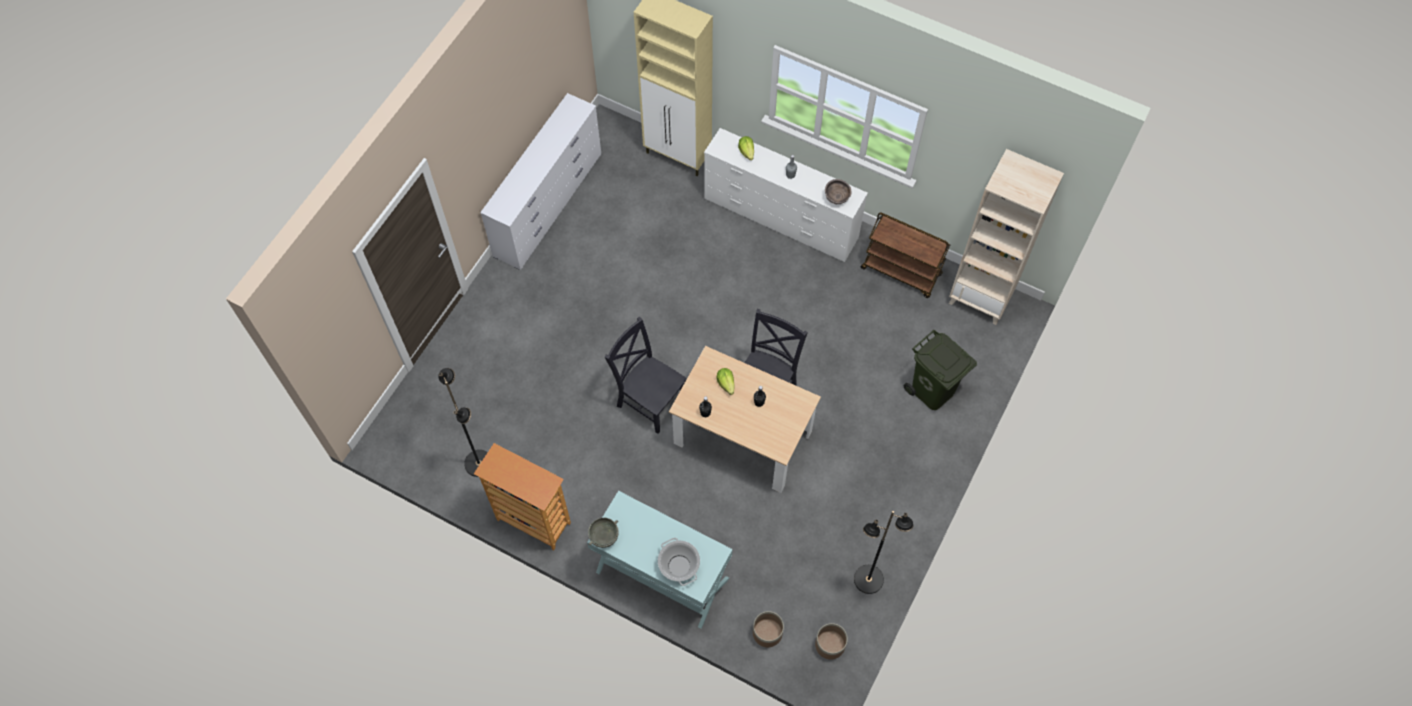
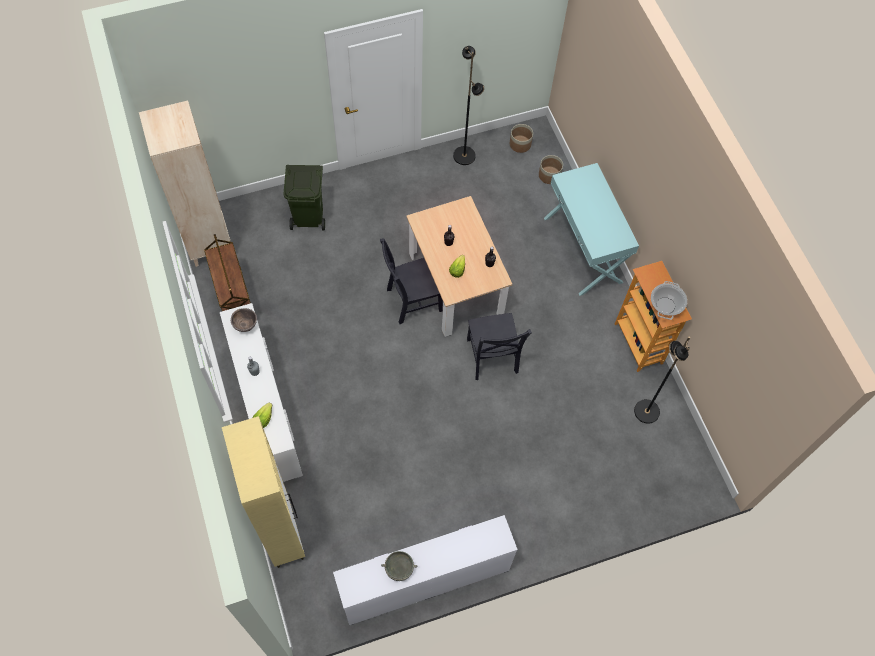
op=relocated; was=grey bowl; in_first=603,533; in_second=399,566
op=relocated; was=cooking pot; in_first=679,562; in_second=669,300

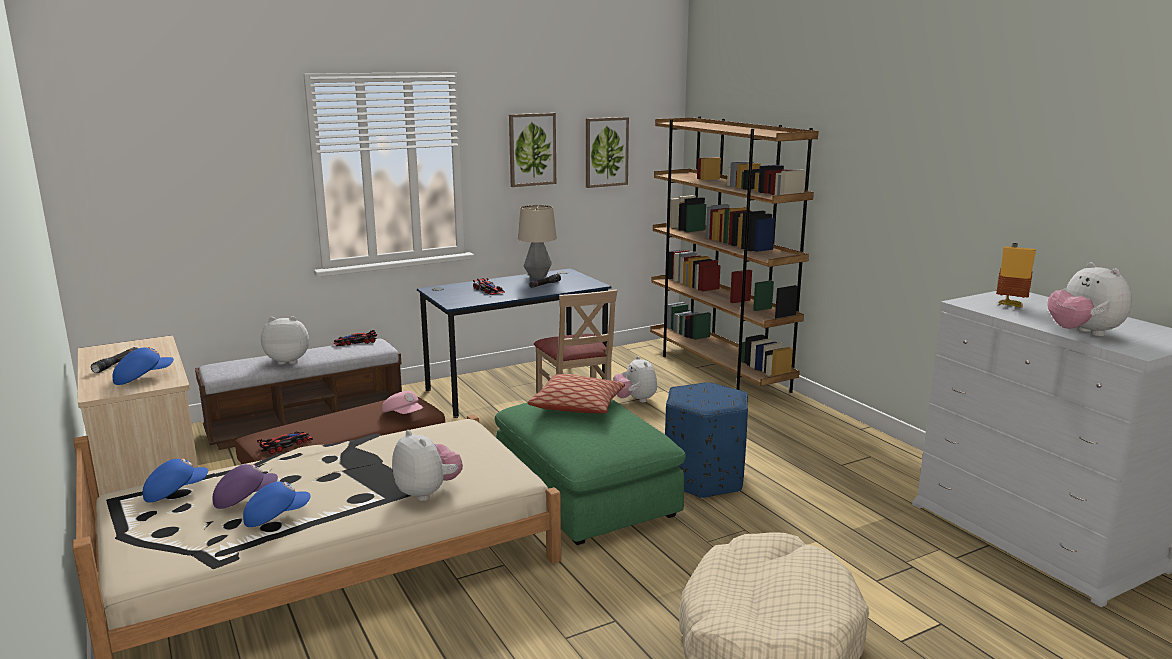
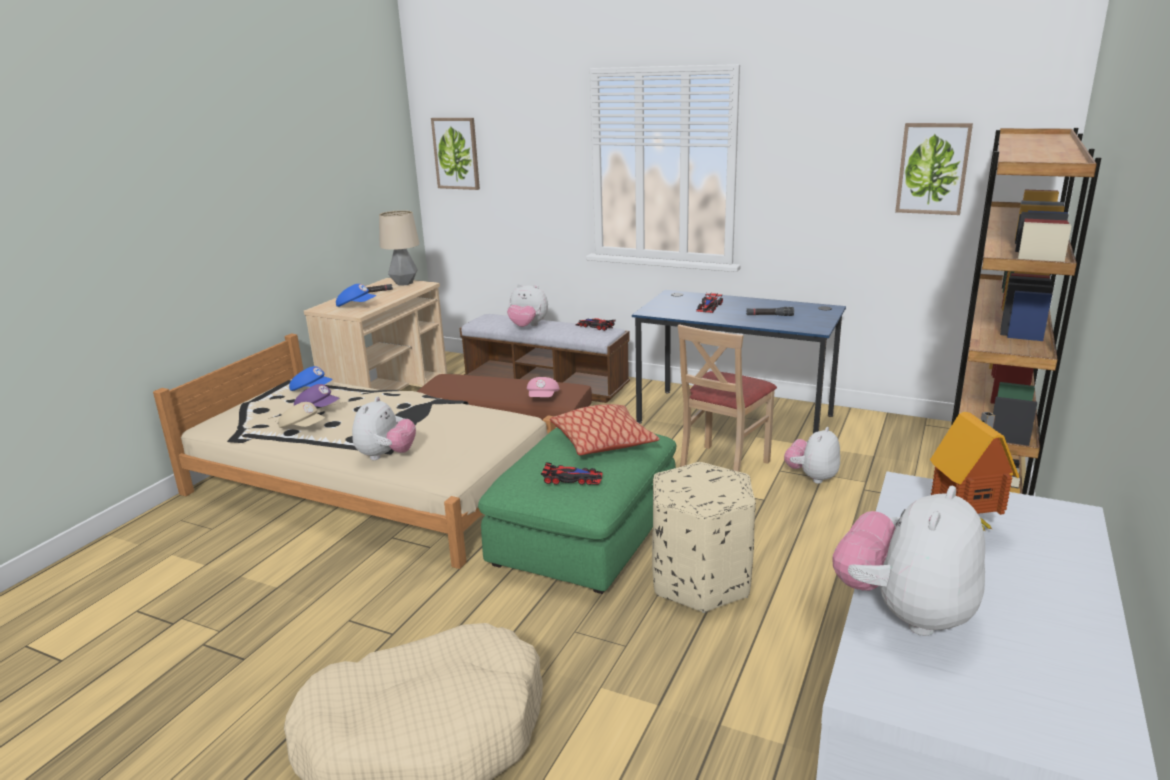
op=relocated; was=toy car; in_first=285,442; in_second=572,473
op=relocated; was=picture; in_first=532,150; in_second=455,154
op=relocated; was=table lamp; in_first=537,241; in_second=399,248
op=colour; was=blue cap; now=beige cap; in_first=277,504; in_second=301,415
op=colour; was=blue ottoman; now=beige ottoman; in_first=706,440; in_second=704,537
op=spun; was=plush toy; in_first=285,340; in_second=527,305; clockwise=150

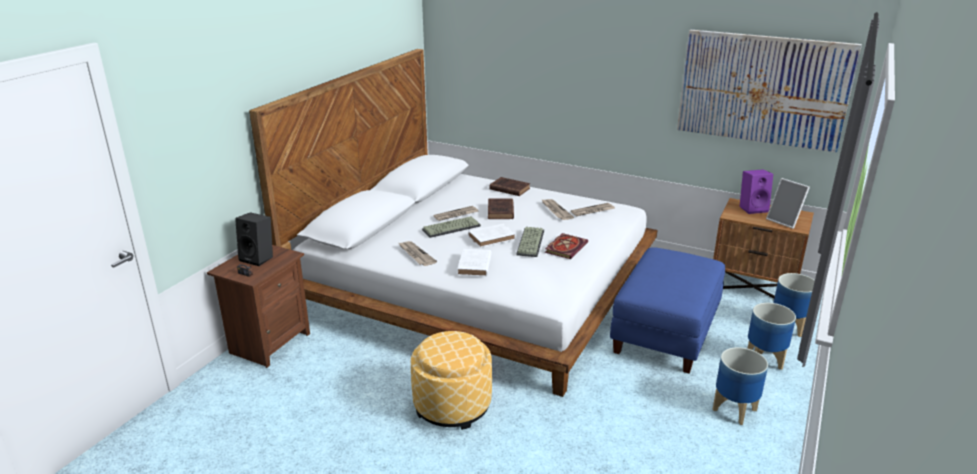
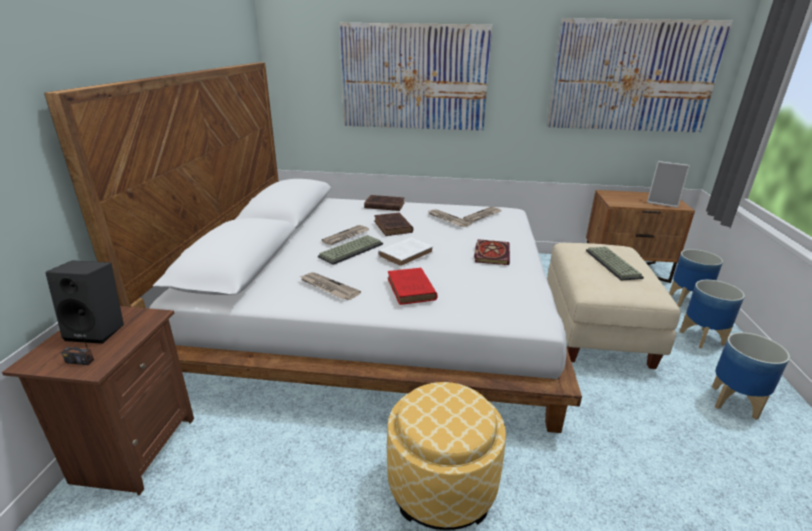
op=missing; was=purple speaker; in_first=756,191
op=appeared; now=picture; in_second=416,77
op=relocated; was=keyboard; in_first=530,242; in_second=615,264
op=colour; was=white book; now=red book; in_first=474,262; in_second=412,286
op=colour; was=blue ottoman; now=beige ottoman; in_first=667,310; in_second=614,306

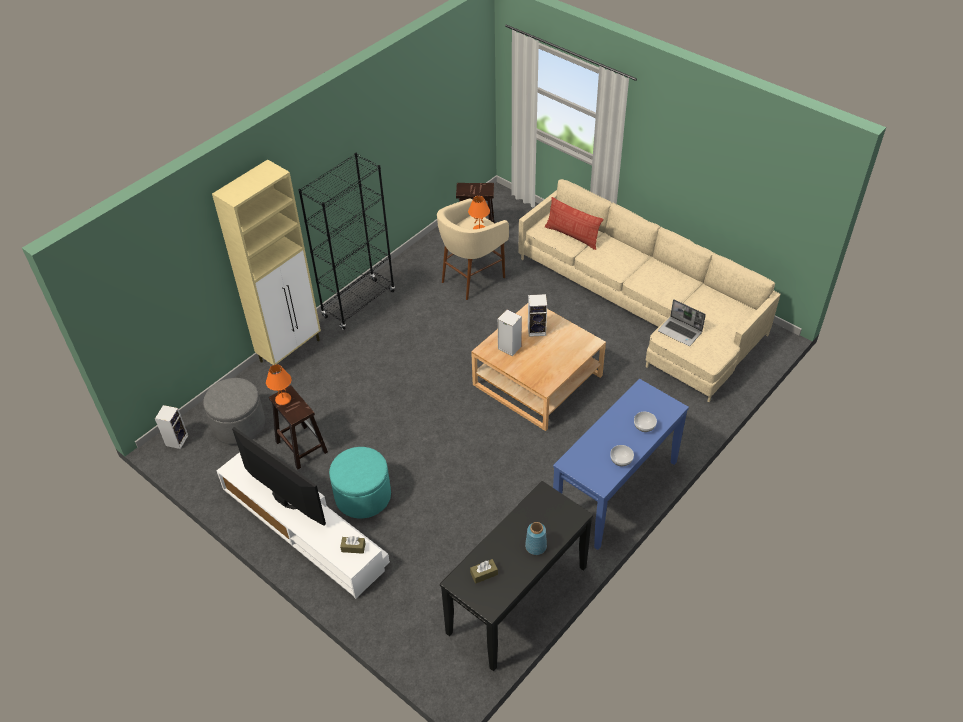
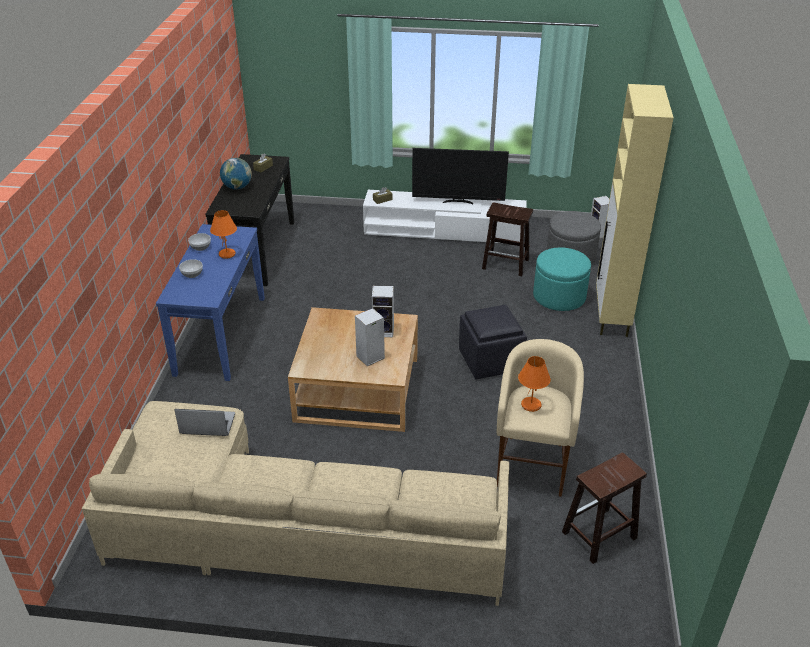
op=missing; was=black bookcase; in_first=346,241
op=missing; was=pillow; in_first=574,223
op=appeared; now=black ottoman; in_second=493,342
op=relocated; was=orange table lamp; in_first=279,384; in_second=223,234
op=relocated; was=turquoise ottoman; in_first=360,483; in_second=562,279
op=exchanged; was=blue vase; now=globe; in_first=536,538; in_second=236,173

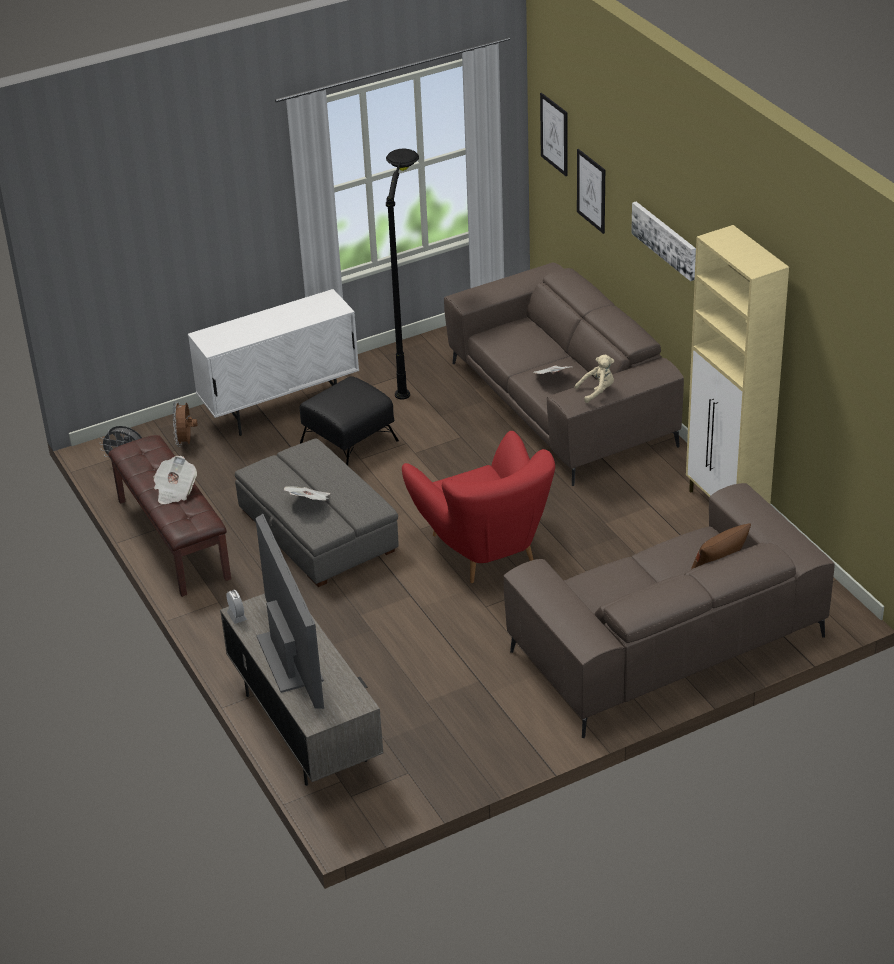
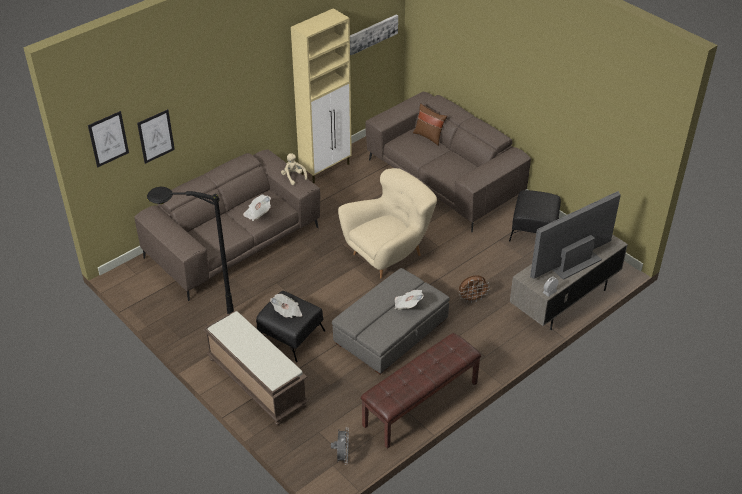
op=appeared; now=black ottoman; in_second=535,216
op=relocated; was=newspaper; in_first=175,480; in_second=286,306
op=relocated; was=brown fan; in_first=184,423; in_second=474,289
op=relocated; was=picture; in_first=663,241; in_second=374,34
op=exchanged; was=white cabinet; now=brown bench; in_first=273,362; in_second=256,368
op=colour; was=red armchair; now=beige armchair; in_first=478,507; in_second=387,223

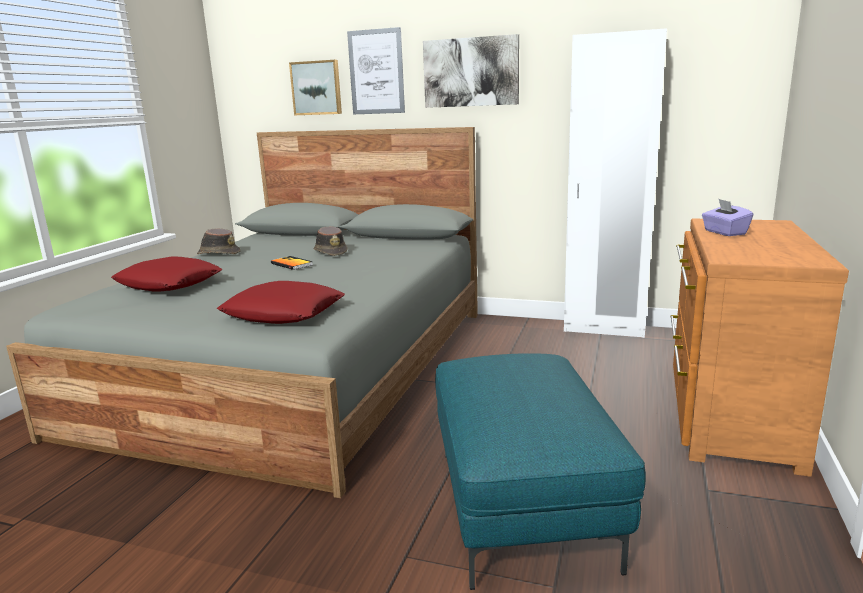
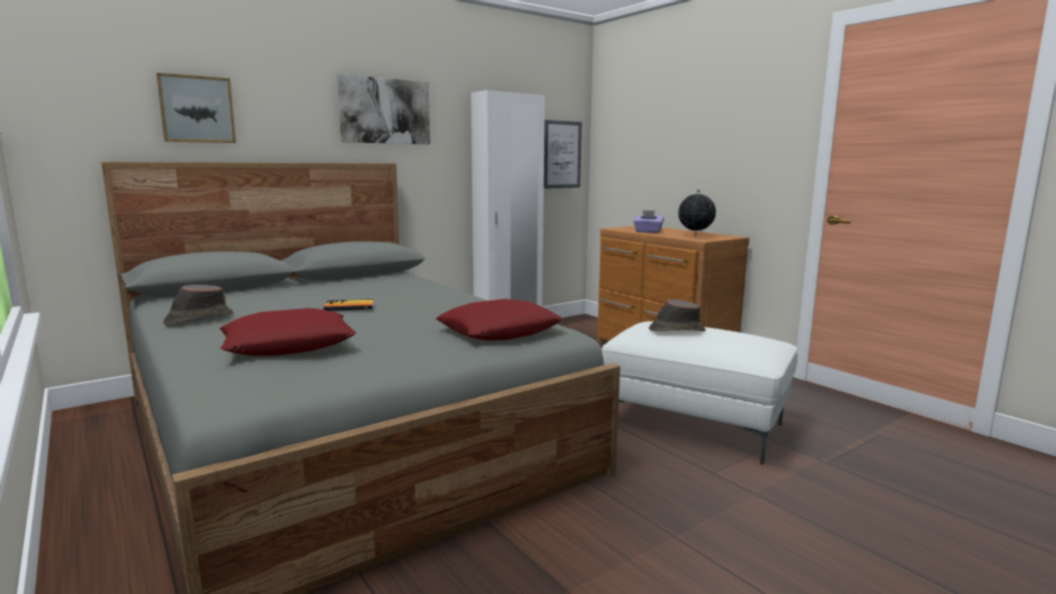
op=appeared; now=globe; in_second=697,212
op=relocated; was=brown hat; in_first=330,241; in_second=677,316
op=relocated; was=picture; in_first=376,70; in_second=563,154
op=colour; was=turquoise ottoman; now=white ottoman; in_first=540,471; in_second=700,393

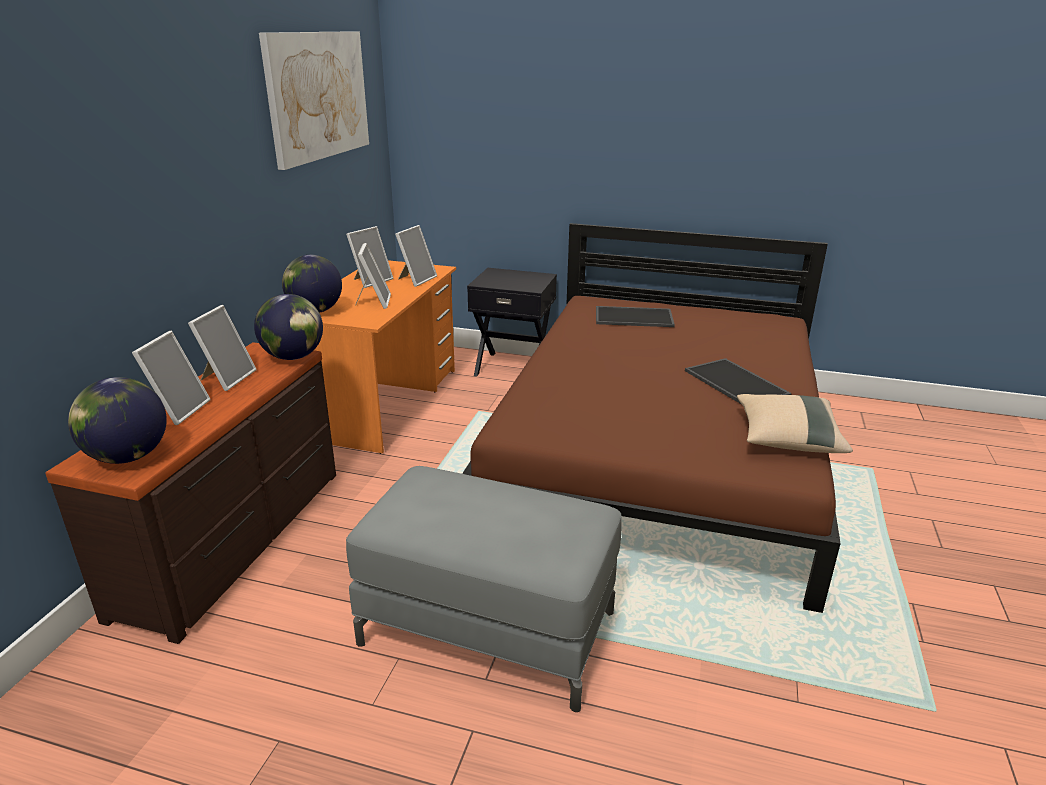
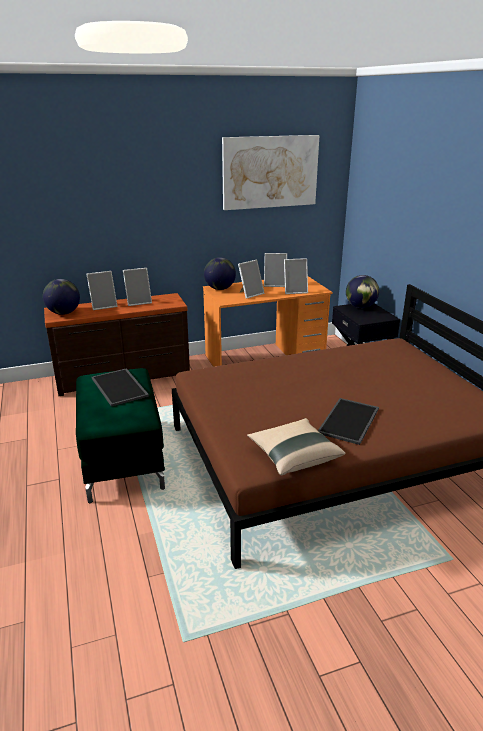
op=relocated; was=globe; in_first=288,327; in_second=362,291
op=relocated; was=tray; in_first=635,316; in_second=120,387
op=colour; was=grey ottoman; now=green ottoman; in_first=484,589; in_second=120,435

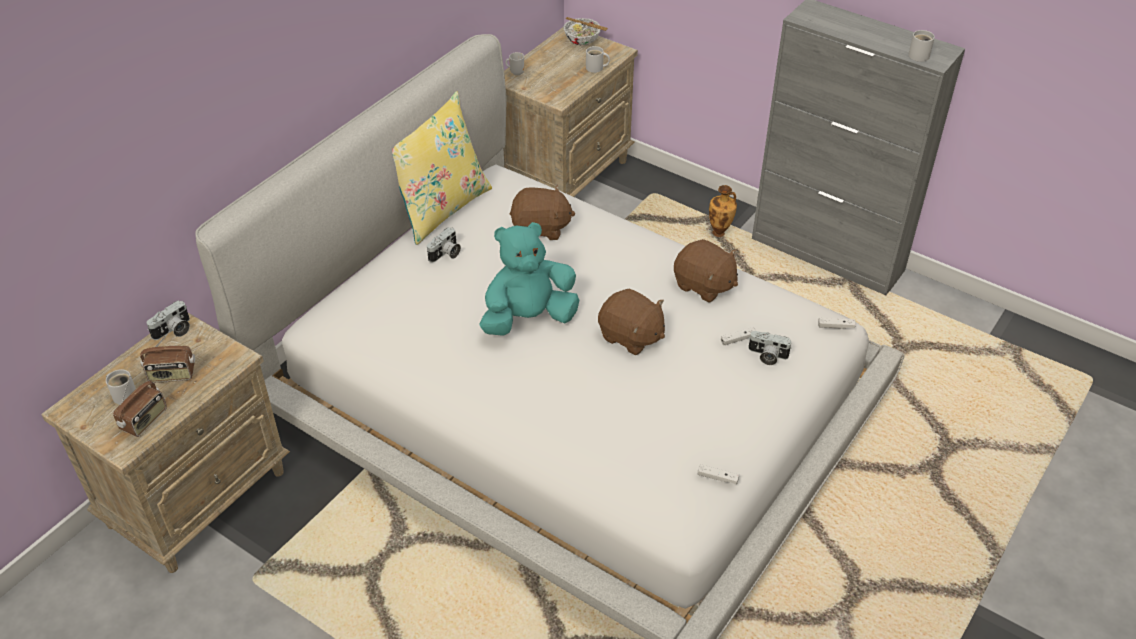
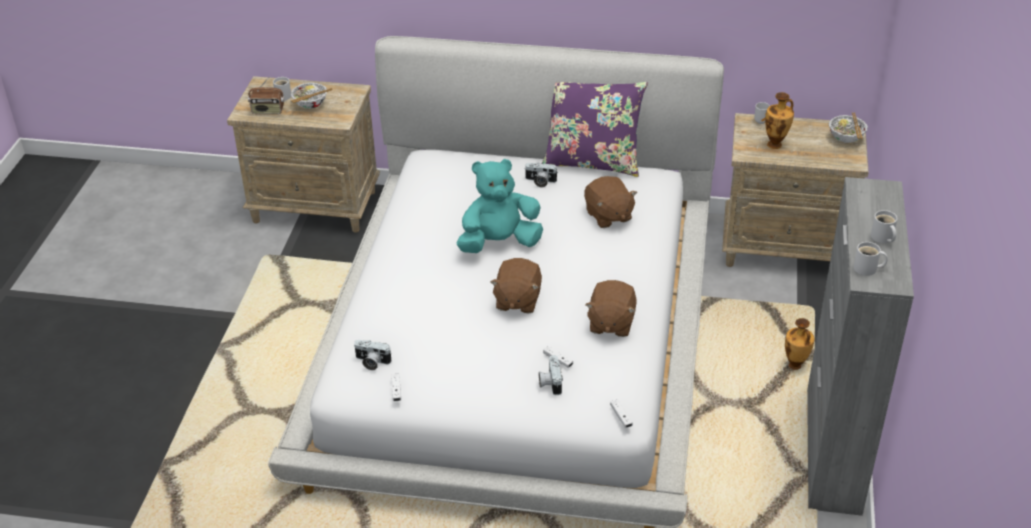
op=appeared; now=vase; in_second=779,120
op=relocated; was=photo camera; in_first=168,320; in_second=373,355
op=relocated; was=white mug; in_first=598,59; in_second=884,226
op=exchanged; was=radio; now=bowl; in_first=167,357; in_second=312,96
op=colour; was=yellow pillow; now=purple pillow; in_first=442,168; in_second=595,129
op=spun; was=turquoise plush toy; in_first=529,279; in_second=499,206; clockwise=-60

